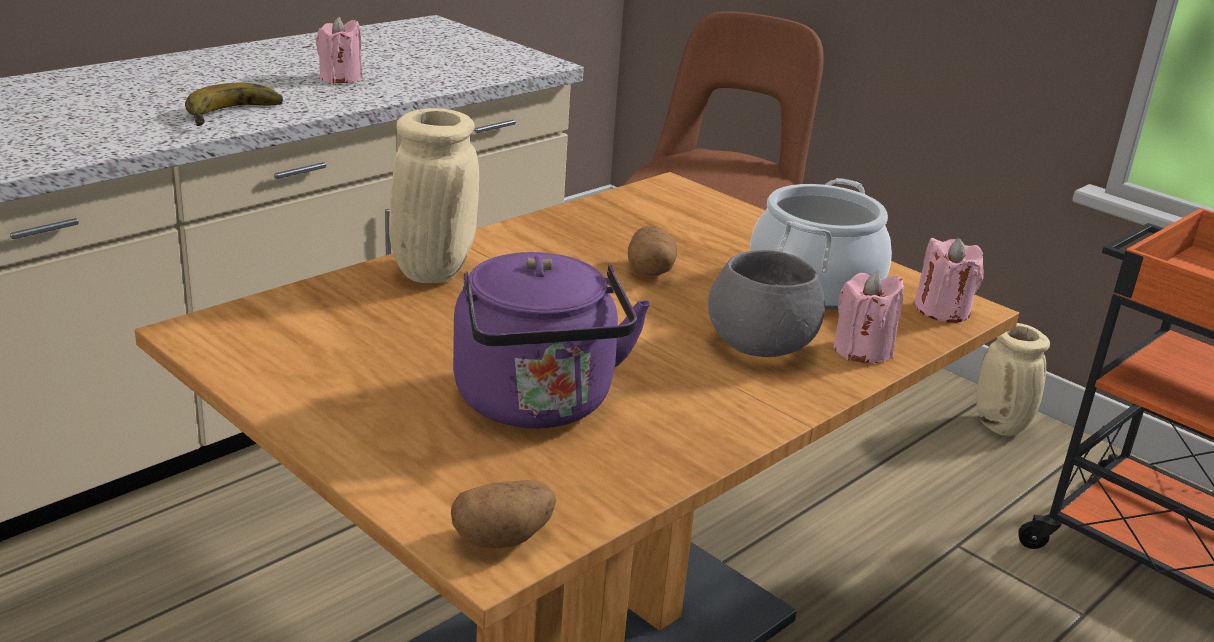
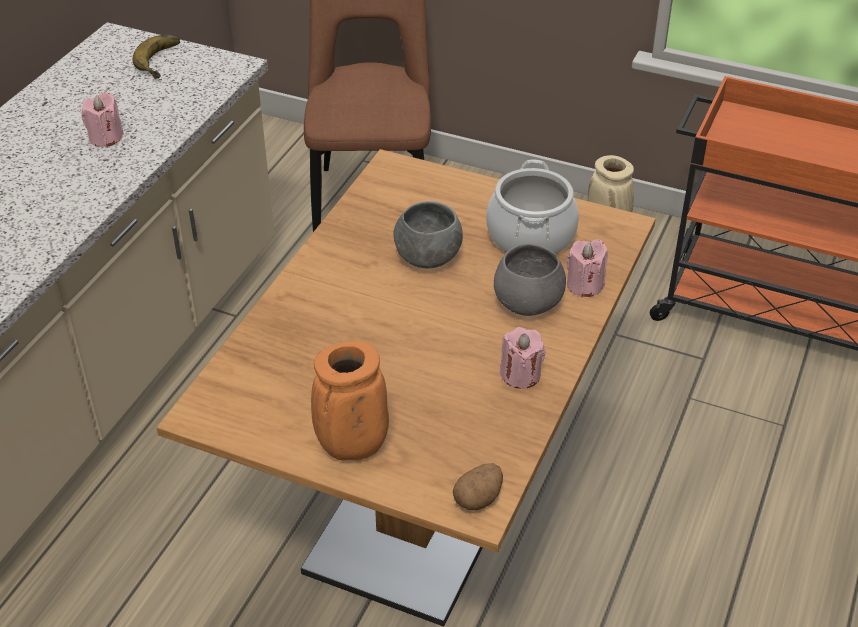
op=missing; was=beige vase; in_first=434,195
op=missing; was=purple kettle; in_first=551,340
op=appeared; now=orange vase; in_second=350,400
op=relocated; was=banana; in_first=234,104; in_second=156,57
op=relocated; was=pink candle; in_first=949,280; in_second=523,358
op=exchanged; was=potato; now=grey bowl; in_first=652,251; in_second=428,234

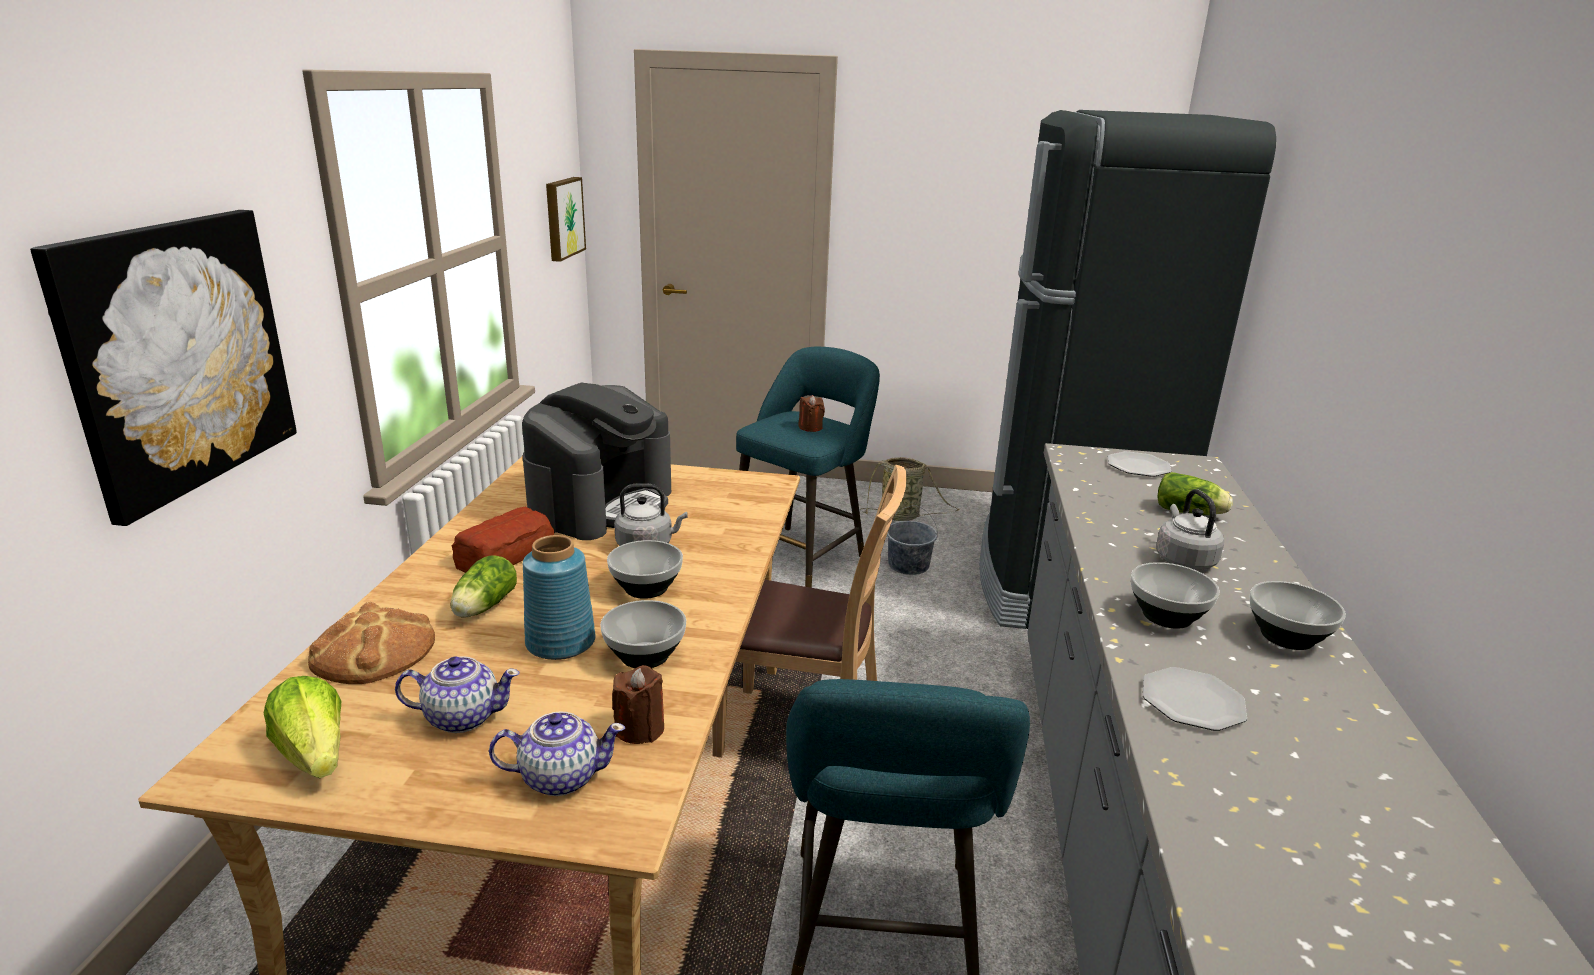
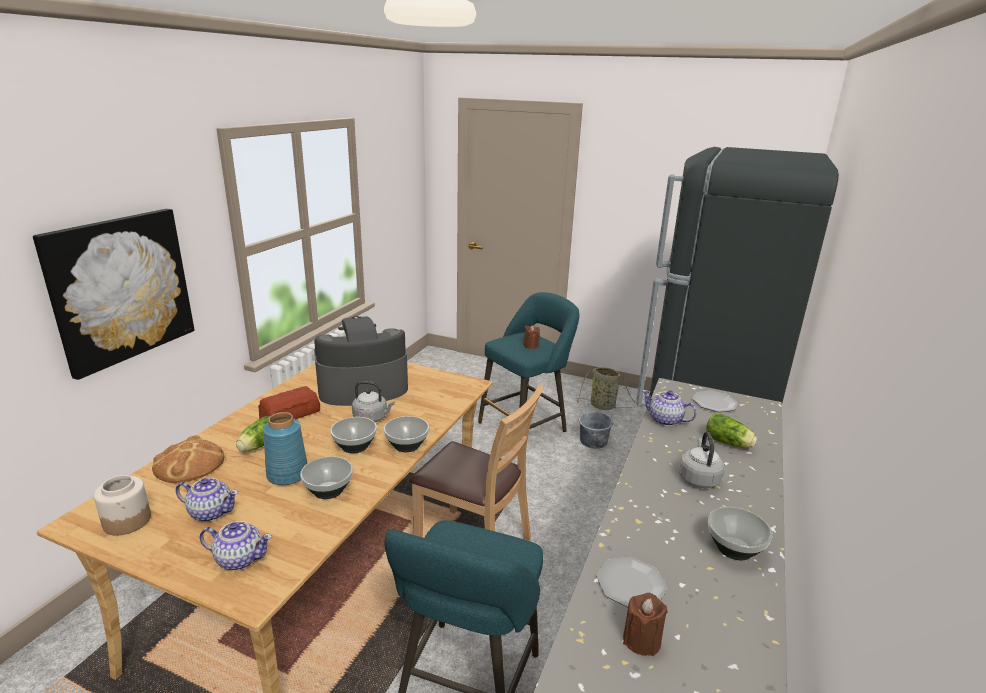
op=missing; was=picture; in_first=566,219
op=appeared; now=teapot; in_second=669,408
op=relocated; was=brown candle; in_first=638,704; in_second=645,624
op=relocated; was=bowl; in_first=1175,595; in_second=406,434
op=exchanged; was=lettuce; now=jar; in_first=302,727; in_second=122,505
op=spun; was=coffee machine; in_first=596,461; in_second=361,361; clockwise=-150

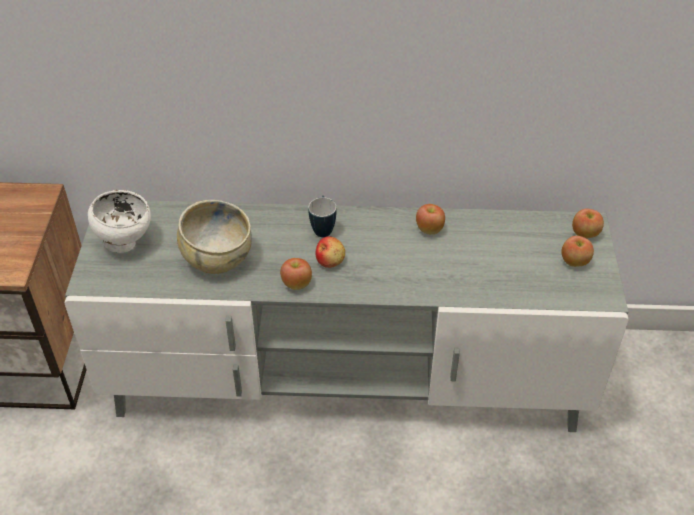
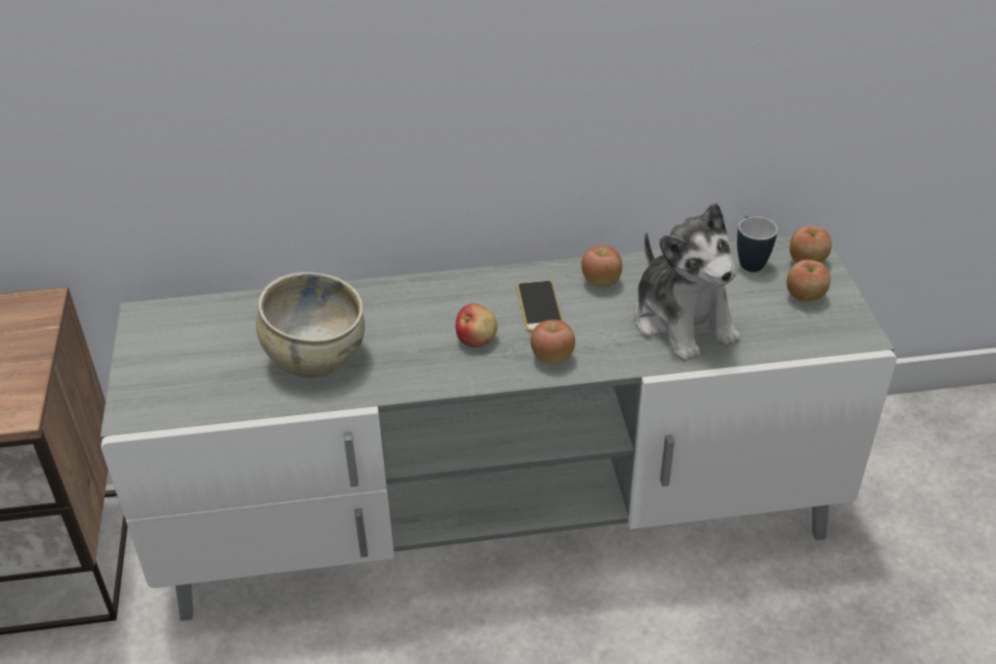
op=missing; was=white bowl; in_first=119,221
op=appeared; now=phone; in_second=540,306
op=appeared; now=plush toy; in_second=687,282
op=relocated; was=apple; in_first=296,274; in_second=552,342
op=relocated; was=mug; in_first=322,216; in_second=757,244

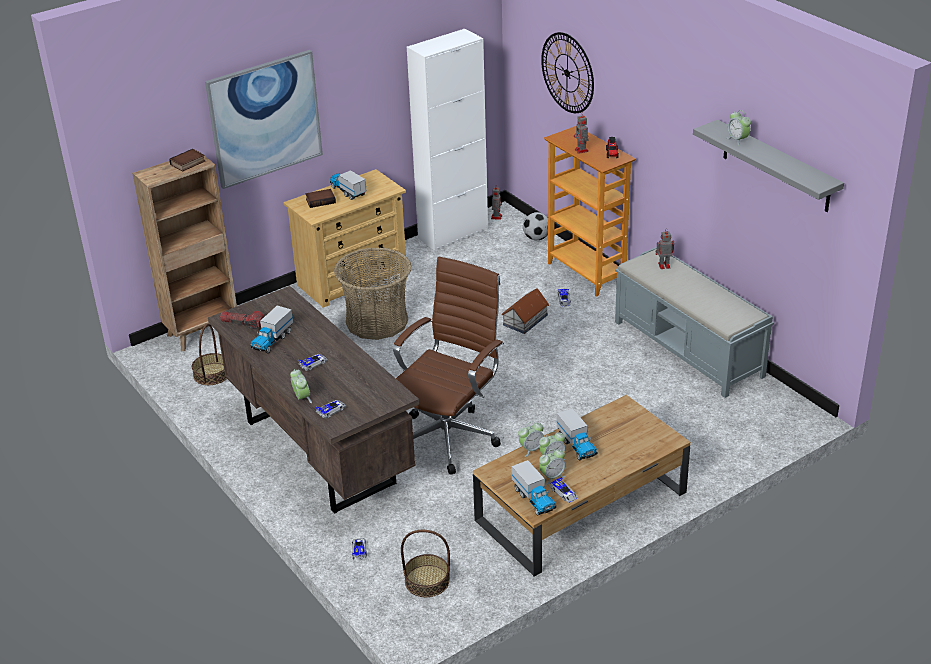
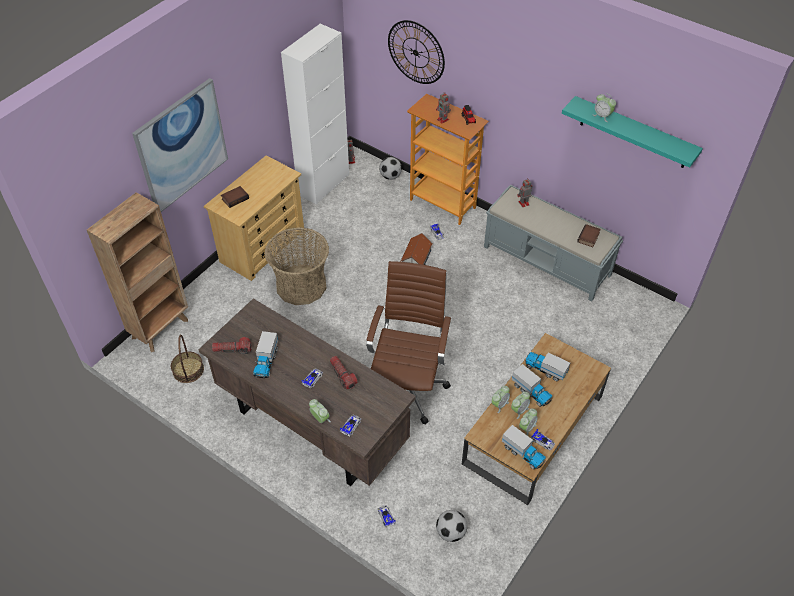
op=appeared; now=flashlight; in_second=344,372
op=relocated; was=book; in_first=187,160; in_second=589,235
op=relocated; was=toy truck; in_first=348,185; in_second=547,366
op=exchanged; was=basket; now=football; in_first=425,563; in_second=451,526
op=colour; was=grey shelf; now=turquoise shelf; in_first=768,166; in_second=632,132

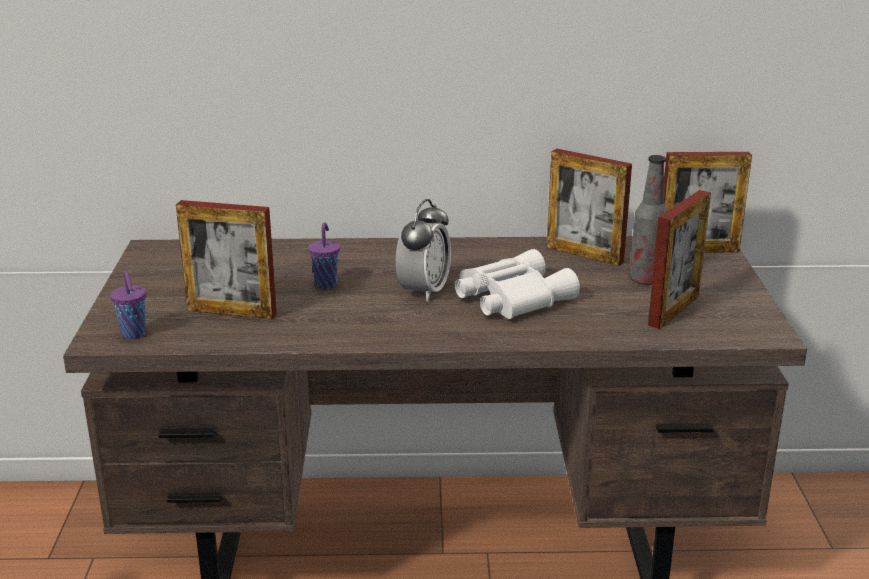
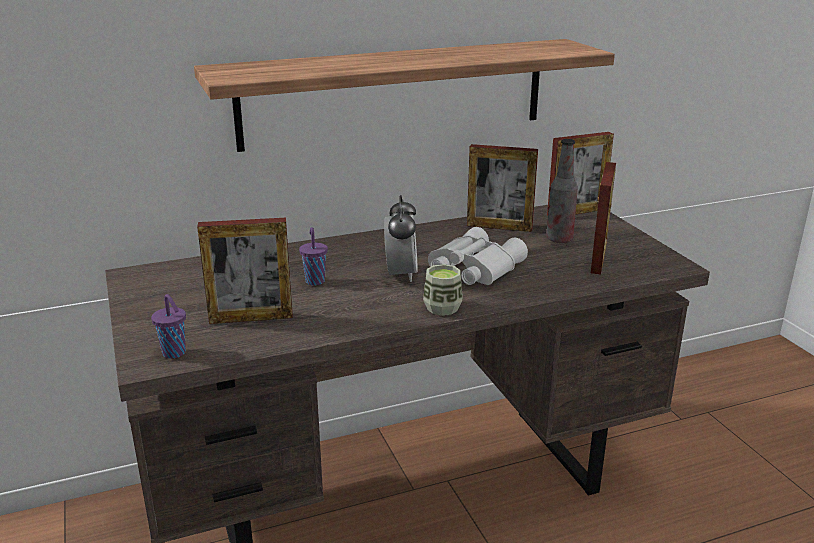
op=appeared; now=shelf; in_second=404,95
op=appeared; now=cup; in_second=442,290

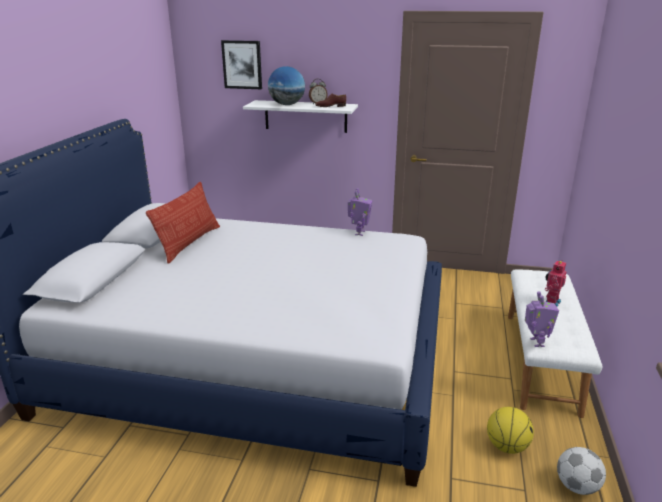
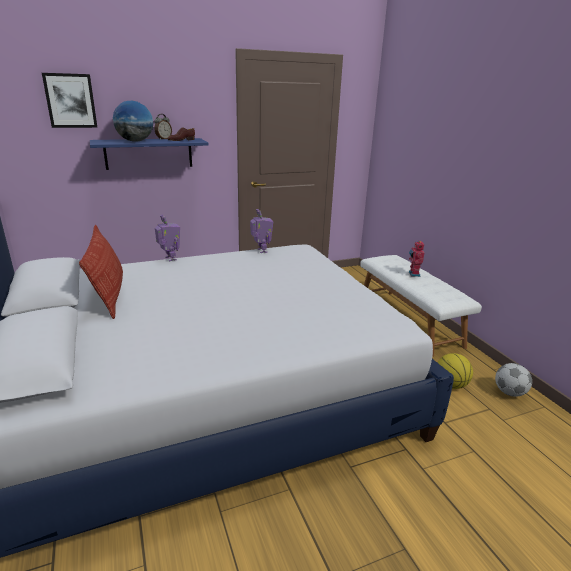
op=relocated; was=toy robot; in_first=542,319; in_second=167,238
op=colour; was=white shelf; now=blue shelf; in_first=300,116; in_second=149,154

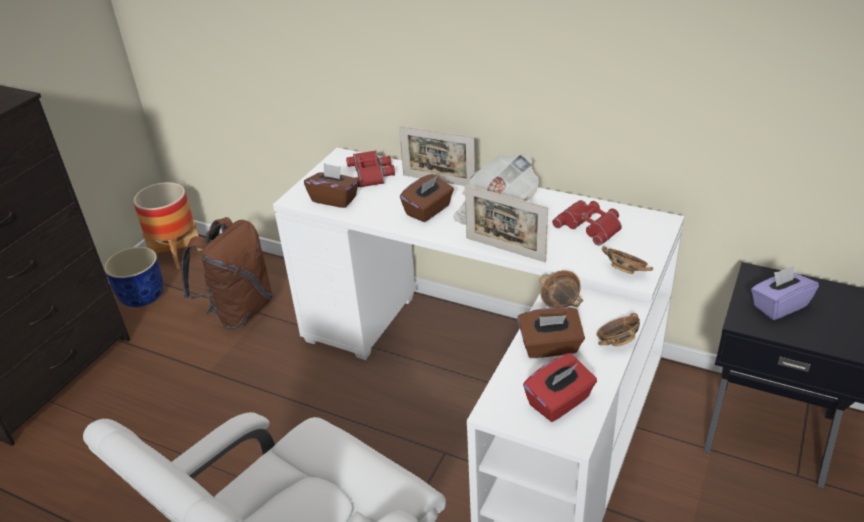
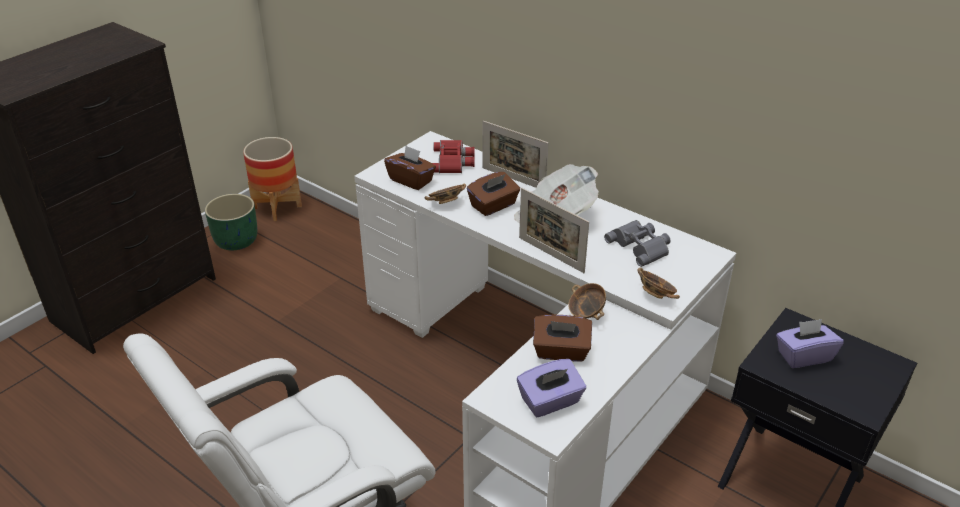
op=missing; was=brown backpack; in_first=227,273
op=relocated; was=bowl; in_first=618,329; in_second=445,194
op=colour; was=blue planter; now=green planter; in_first=134,277; in_second=231,222
op=colour; was=red tissue box; now=purple tissue box; in_first=560,387; in_second=551,388
op=colour; was=red binoculars; now=grey binoculars; in_first=587,223; in_second=637,243

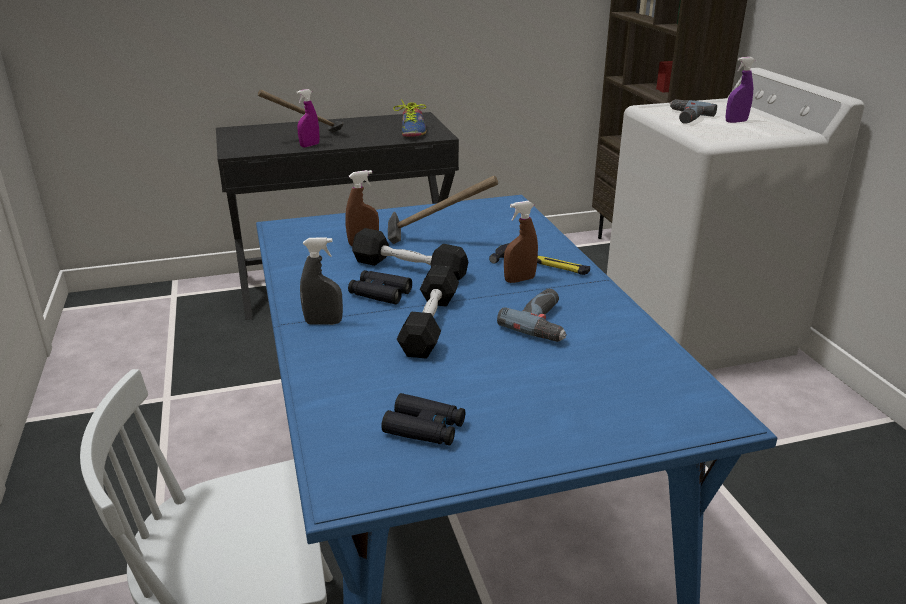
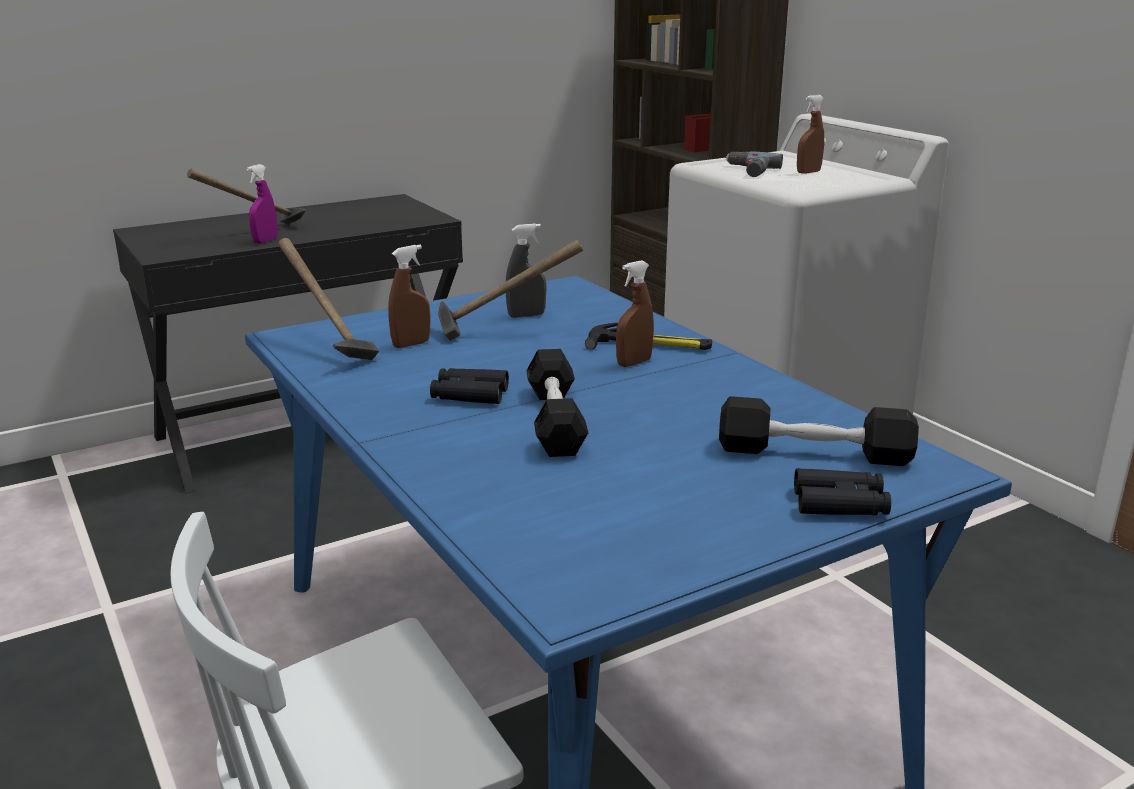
op=missing; was=shoe; in_first=410,119
op=missing; was=power drill; in_first=532,315
op=appeared; now=hammer; in_second=328,299
op=relocated; was=grey spray bottle; in_first=321,281; in_second=526,270
op=relocated; was=black dumbbell; in_first=410,254; in_second=819,431
op=relocated; was=black binoculars; in_first=423,419; in_second=842,491
op=colour; was=purple spray bottle; now=brown spray bottle; in_first=740,90; in_second=810,134

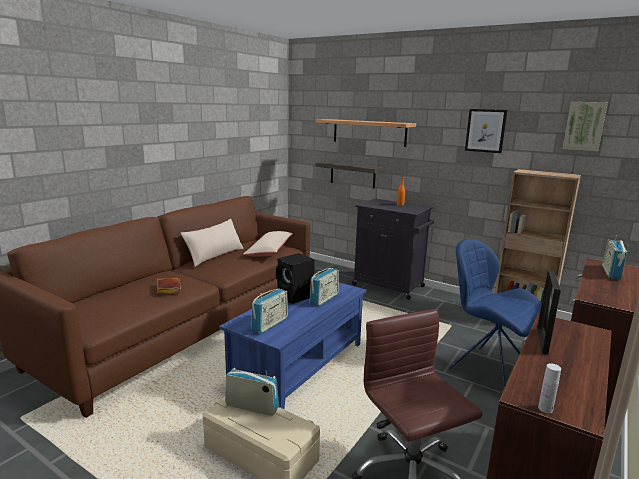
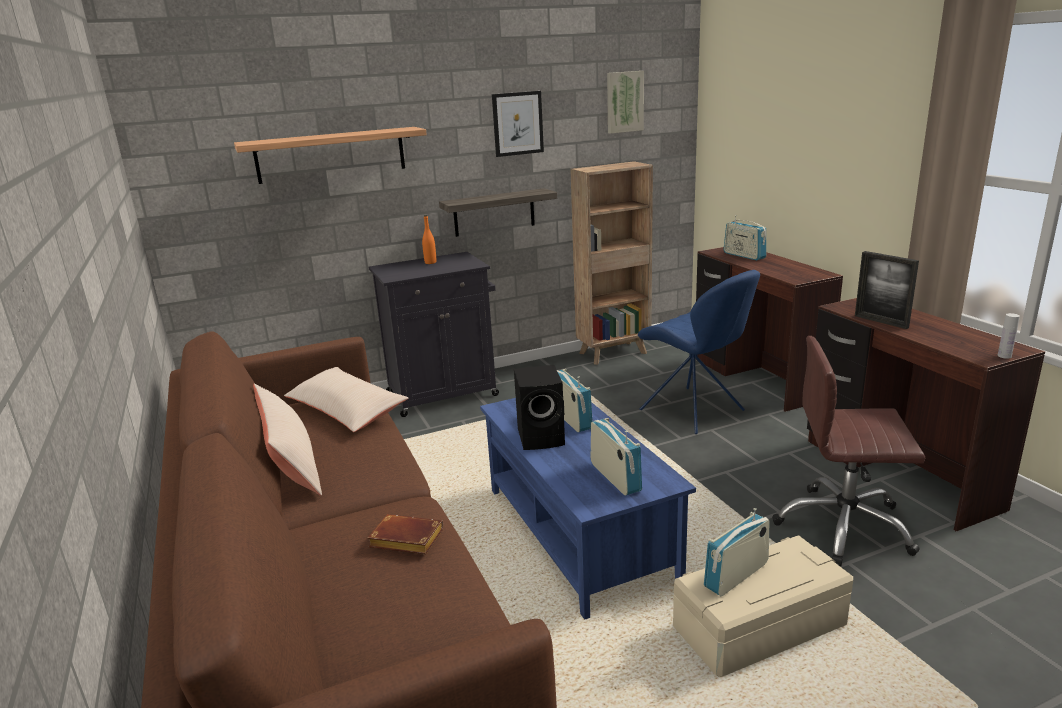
op=relocated; was=shelf; in_first=350,175; in_second=498,212
op=spun; was=blue chair; in_first=495,314; in_second=699,352; clockwise=-120

